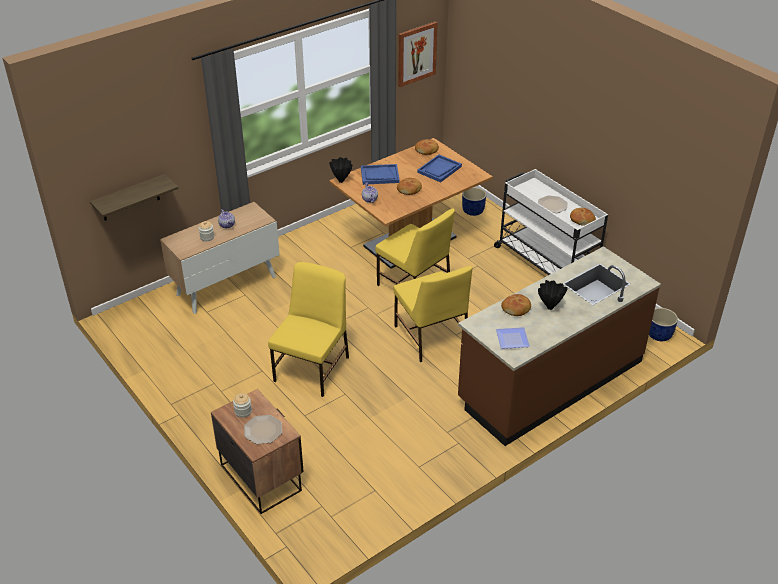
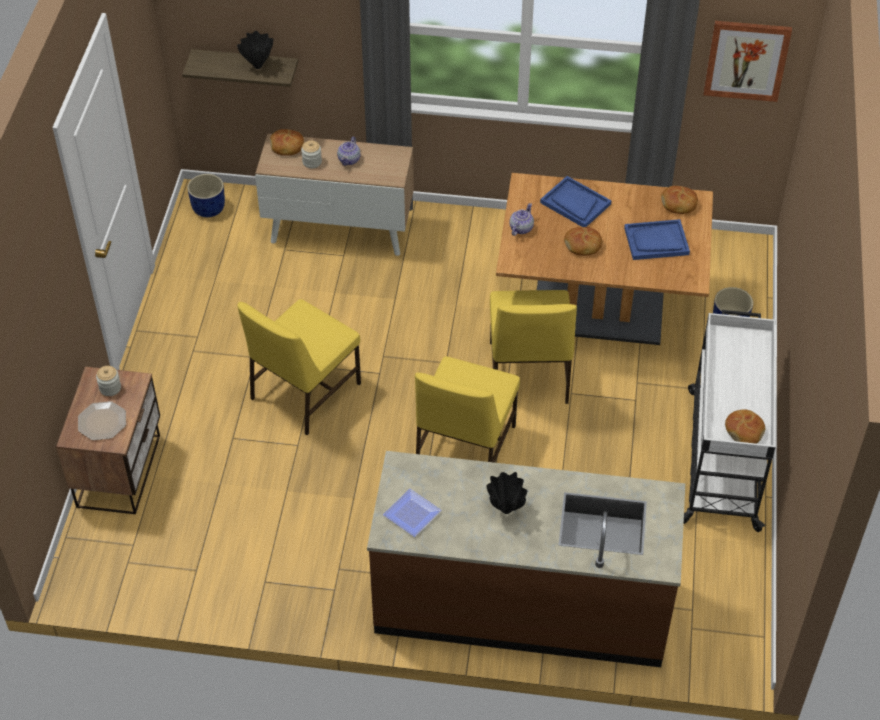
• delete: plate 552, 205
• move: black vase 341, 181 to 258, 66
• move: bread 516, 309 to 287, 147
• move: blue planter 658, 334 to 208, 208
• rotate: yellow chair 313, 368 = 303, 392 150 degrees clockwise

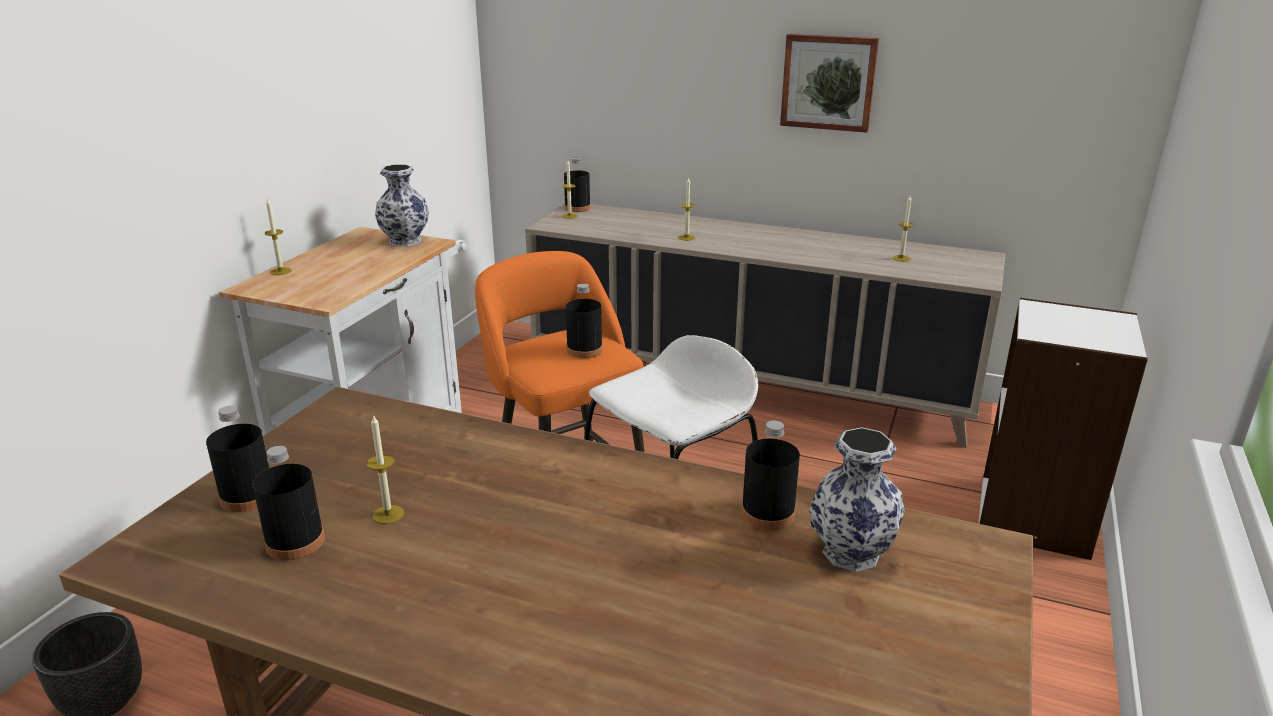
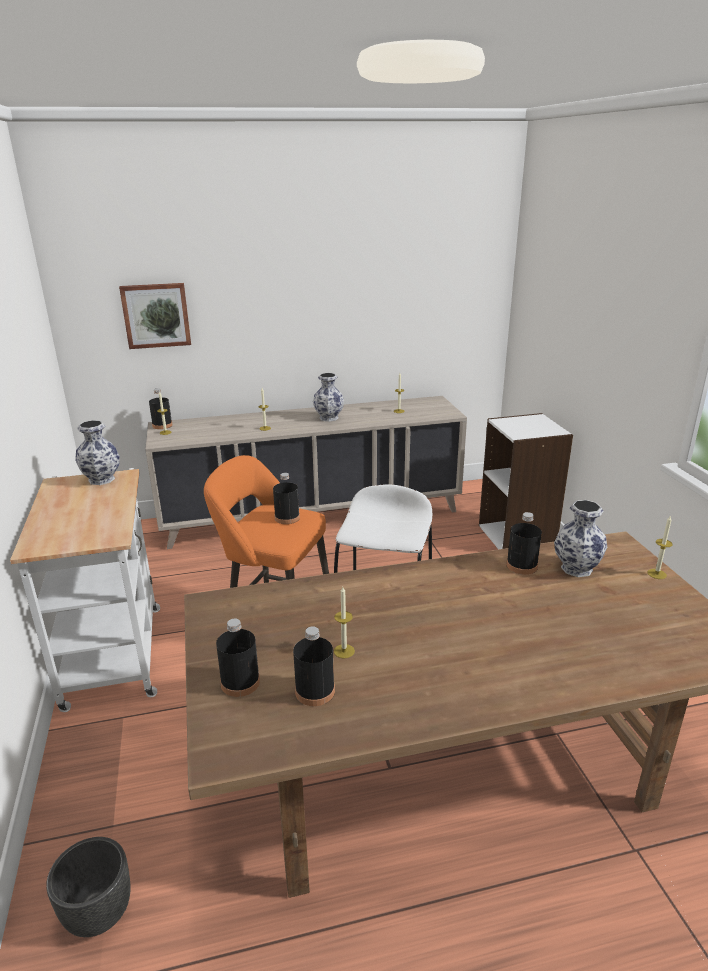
• insert: vase 328, 418
• move: candle 281, 271 to 656, 574
• move: picture 828, 82 to 156, 315

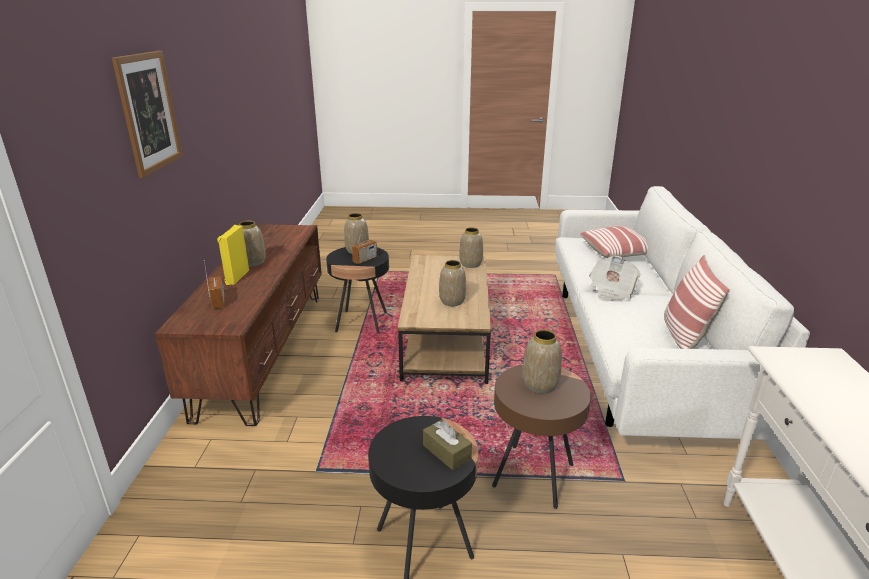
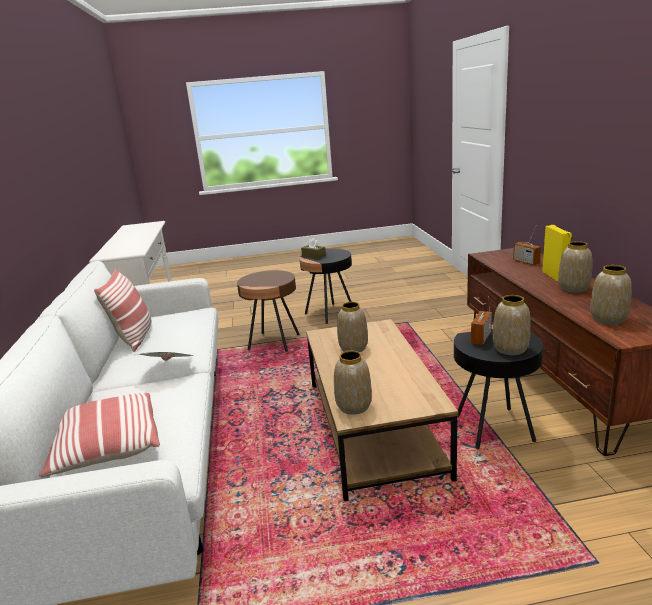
• delete: picture 149, 112
• move: vase 540, 385 to 608, 319

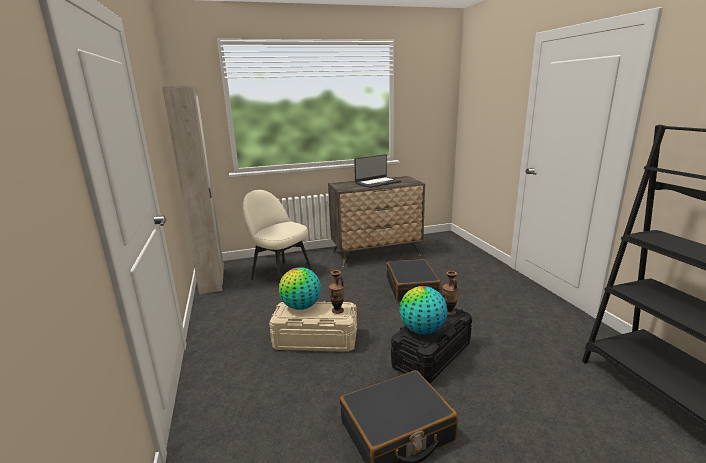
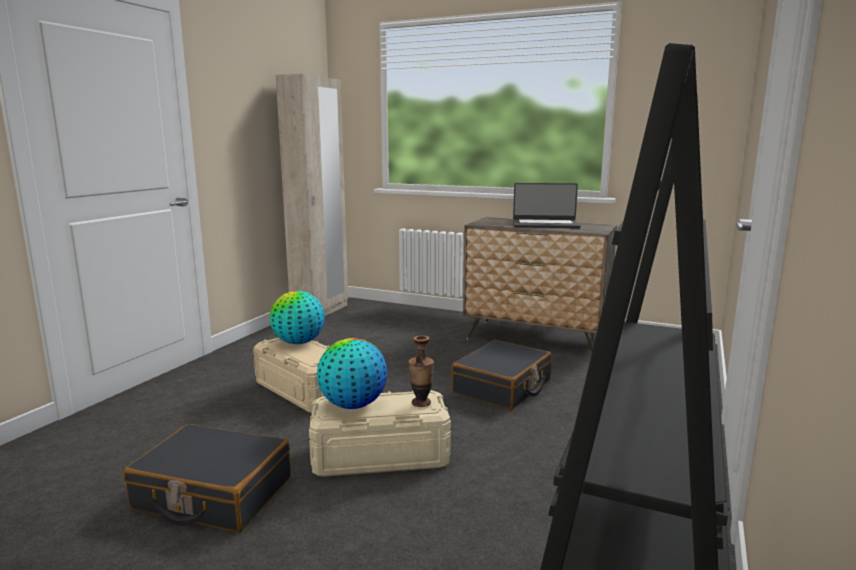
• delete: beige chair 280, 274
• delete: vase 337, 310
• recolor: black storage box 432, 355 to beige storage box 380, 456

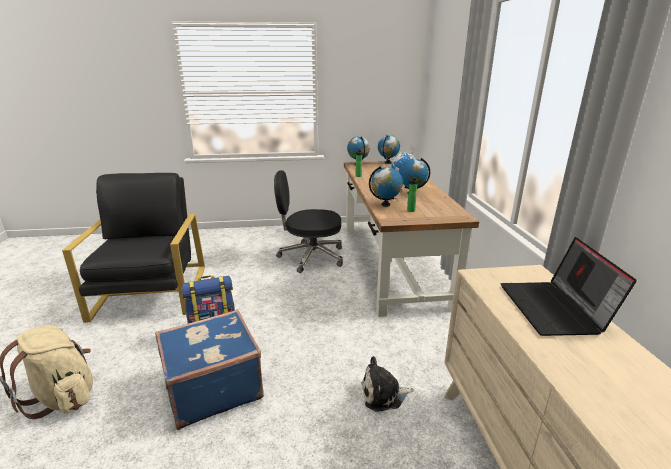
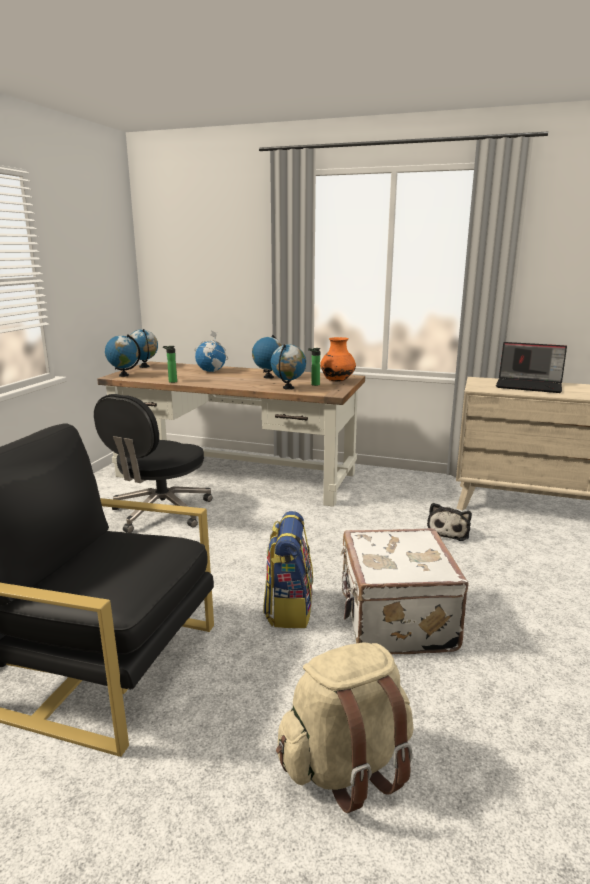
• insert: orange vase 337, 381
• recolor: blue suitcase 212, 387 to white suitcase 394, 621

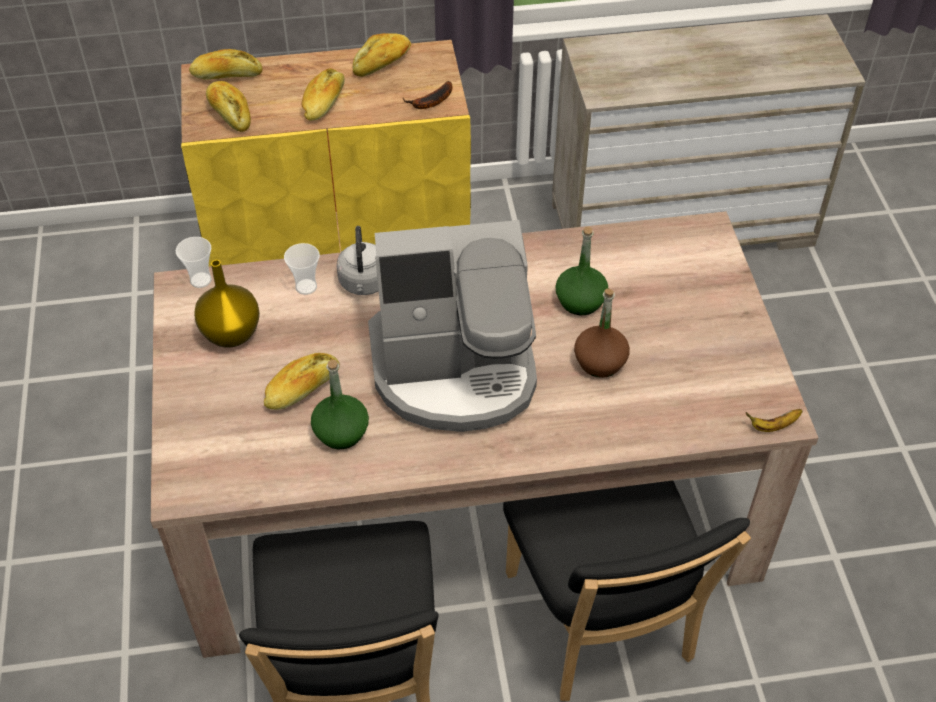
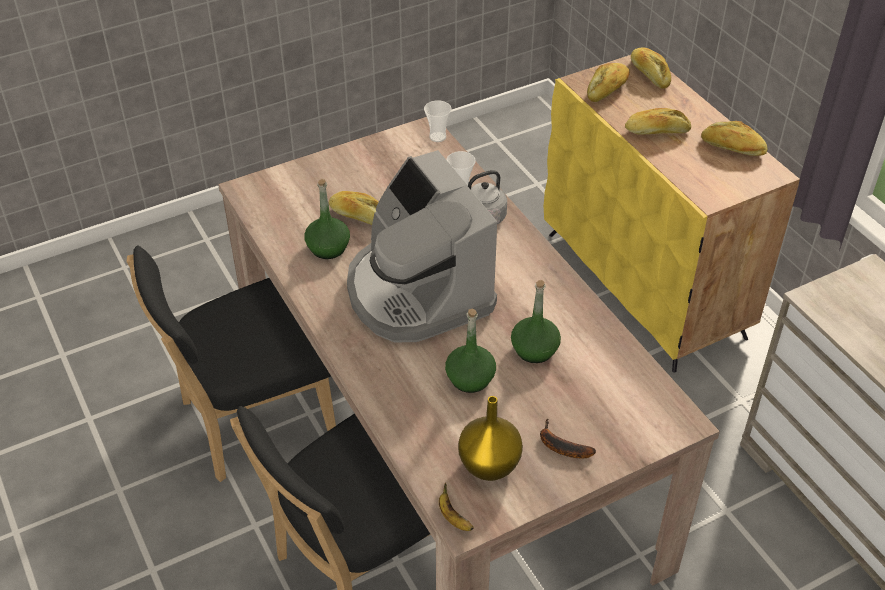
• move: yellow vase 230, 334 to 488, 464
• move: banana 430, 102 to 560, 446
• recolor: brown bottle 600, 362 to green bottle 470, 378

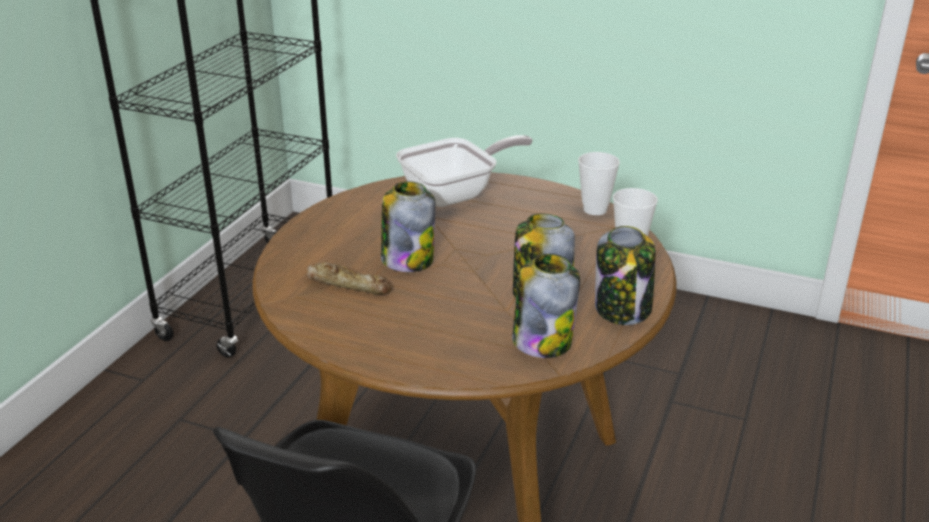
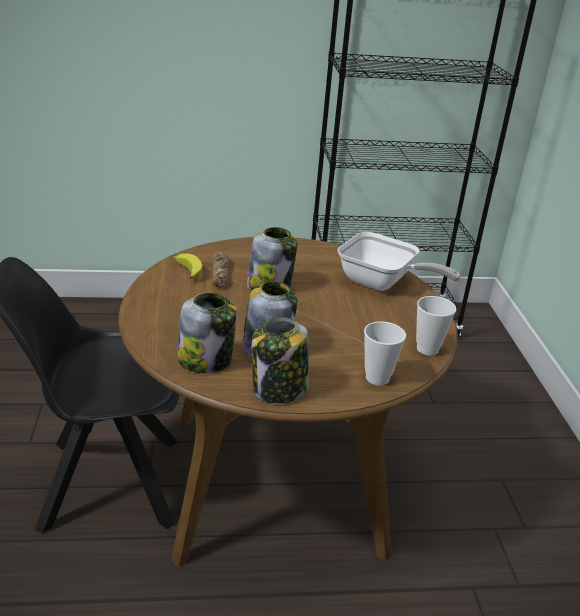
• insert: banana 187, 271

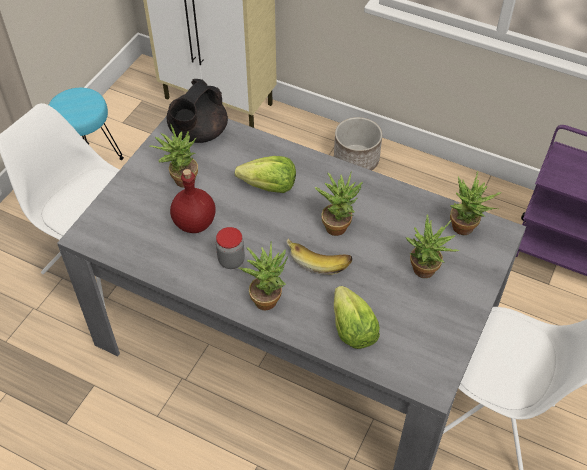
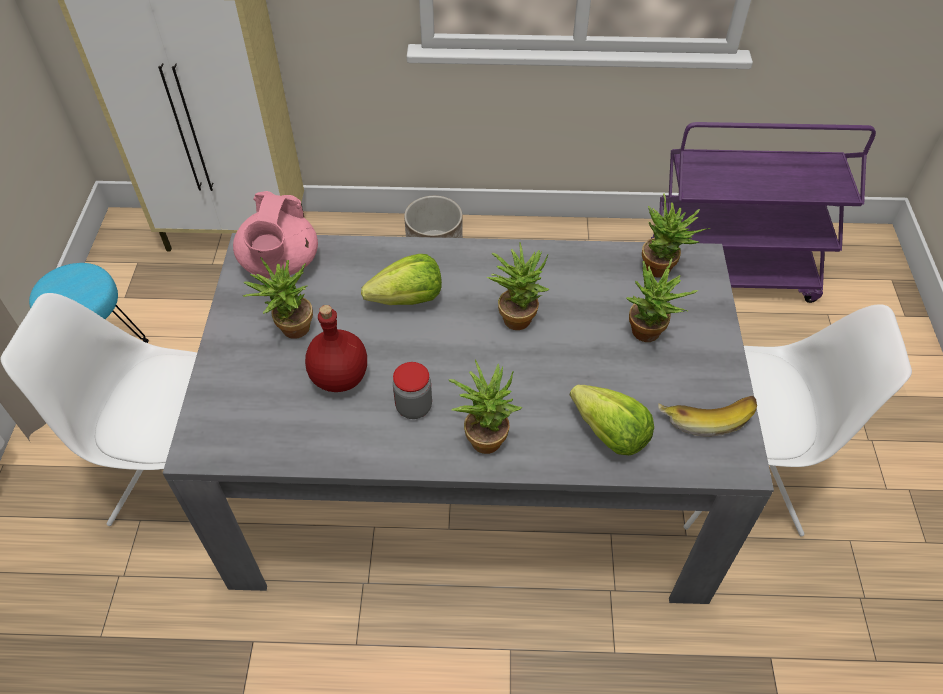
• move: banana 319, 259 to 705, 415
• recolor: black teapot 198, 133 to pink teapot 280, 265

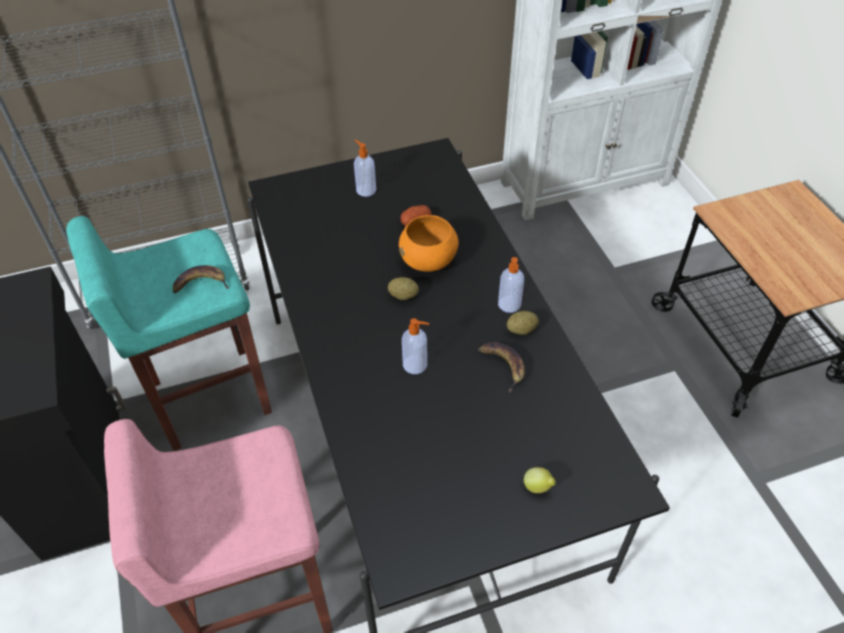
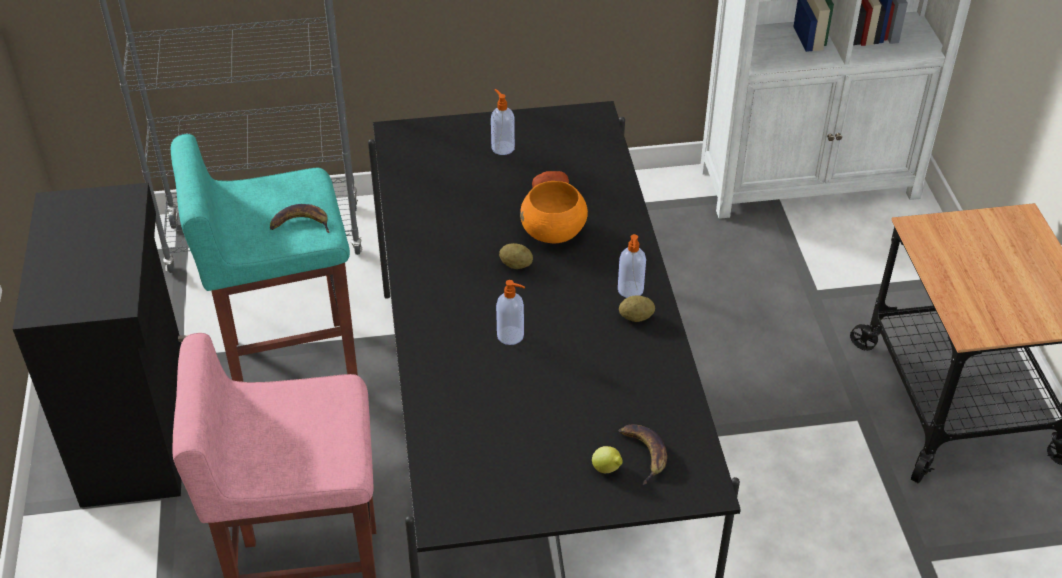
• move: banana 503, 365 to 644, 453

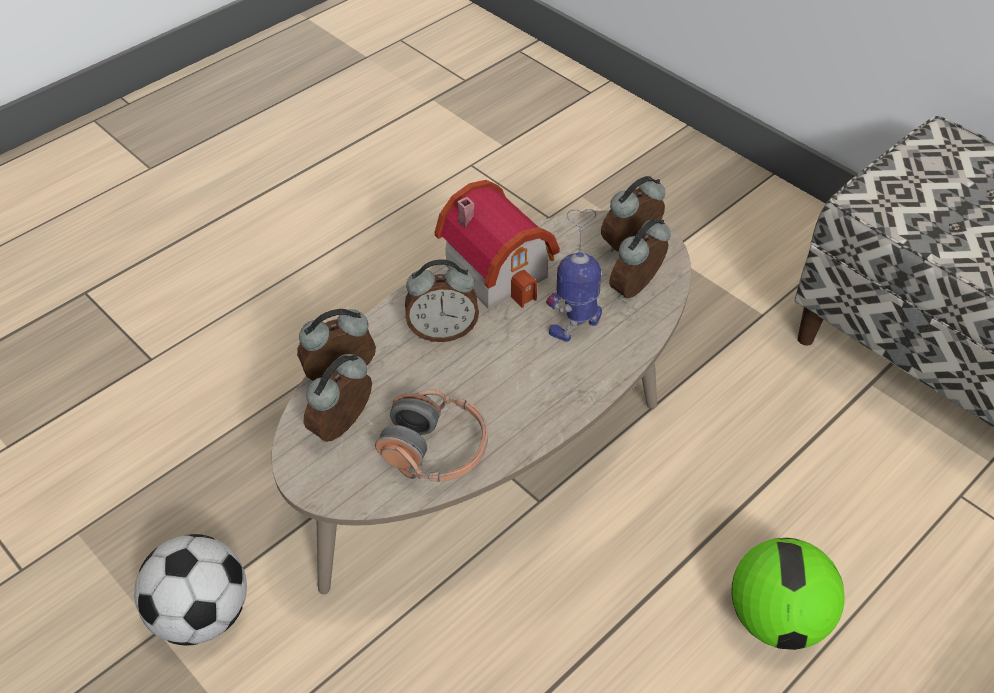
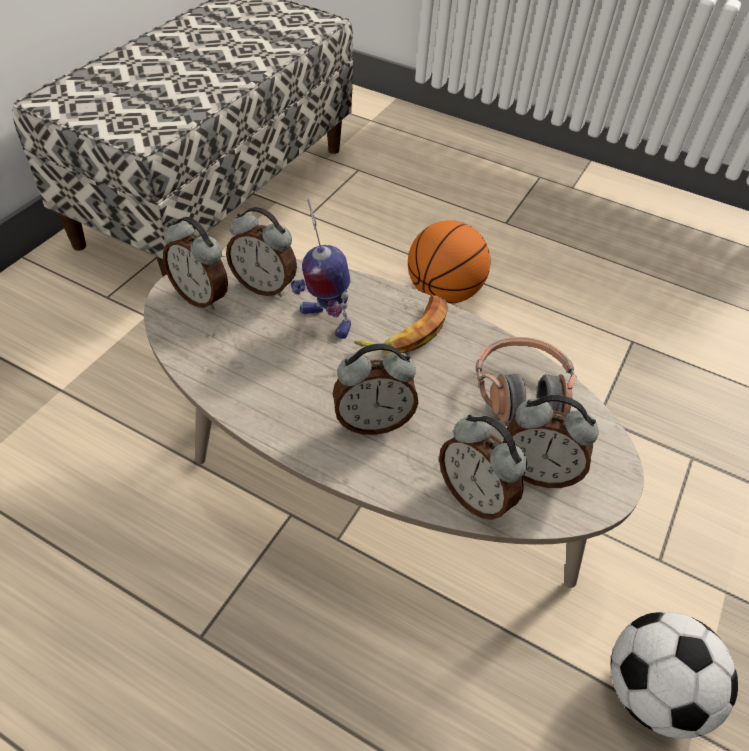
• delete: toy house 500, 267
• insert: banana 407, 331
• replace: football 776, 618 to basketball 443, 293
• rotate: alarm clock 443, 331 = 372, 422 105 degrees clockwise

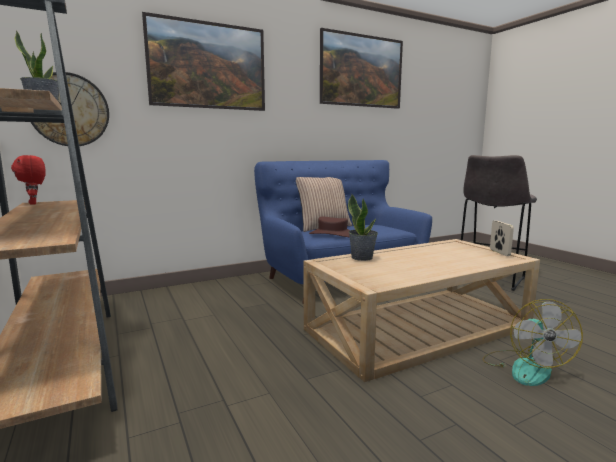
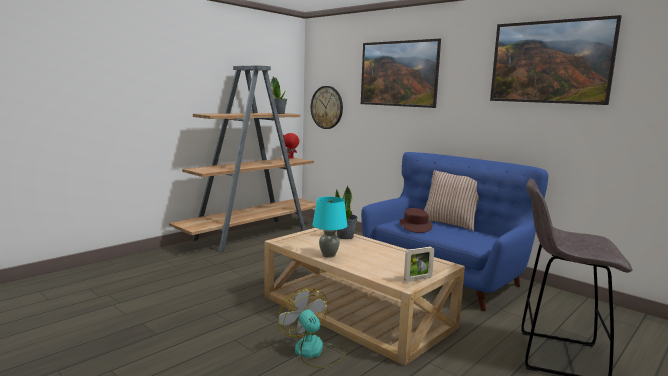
• insert: turquoise table lamp 328, 255
• rotate: fan 524, 367 = 314, 352 75 degrees clockwise

